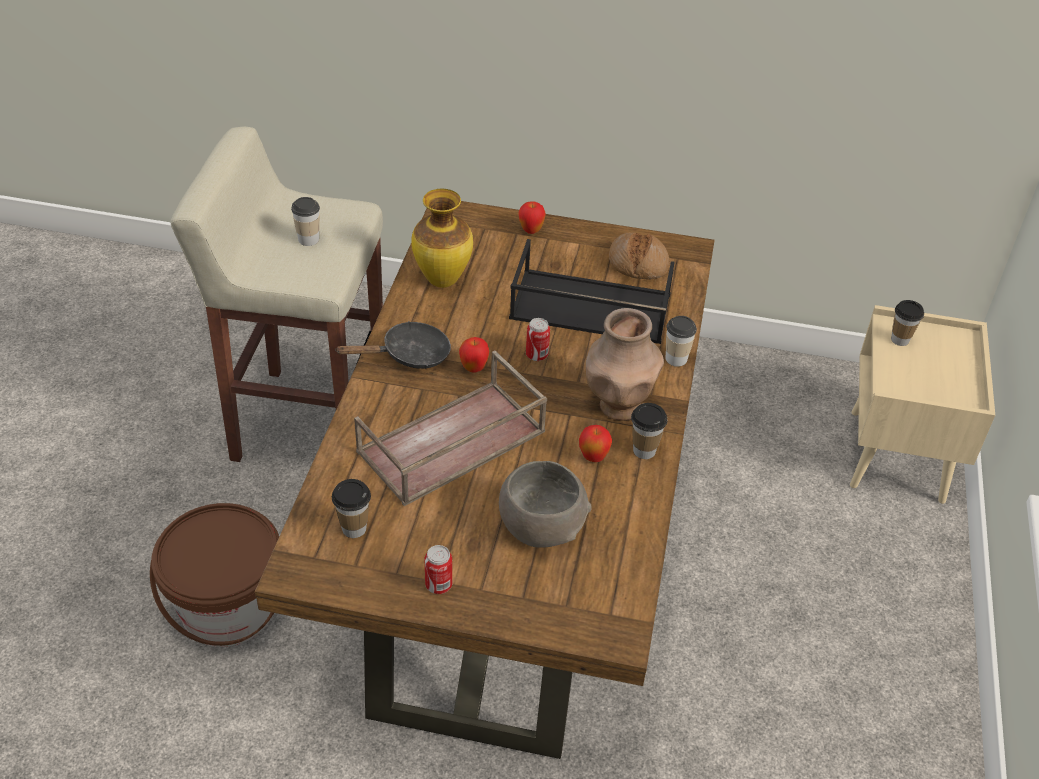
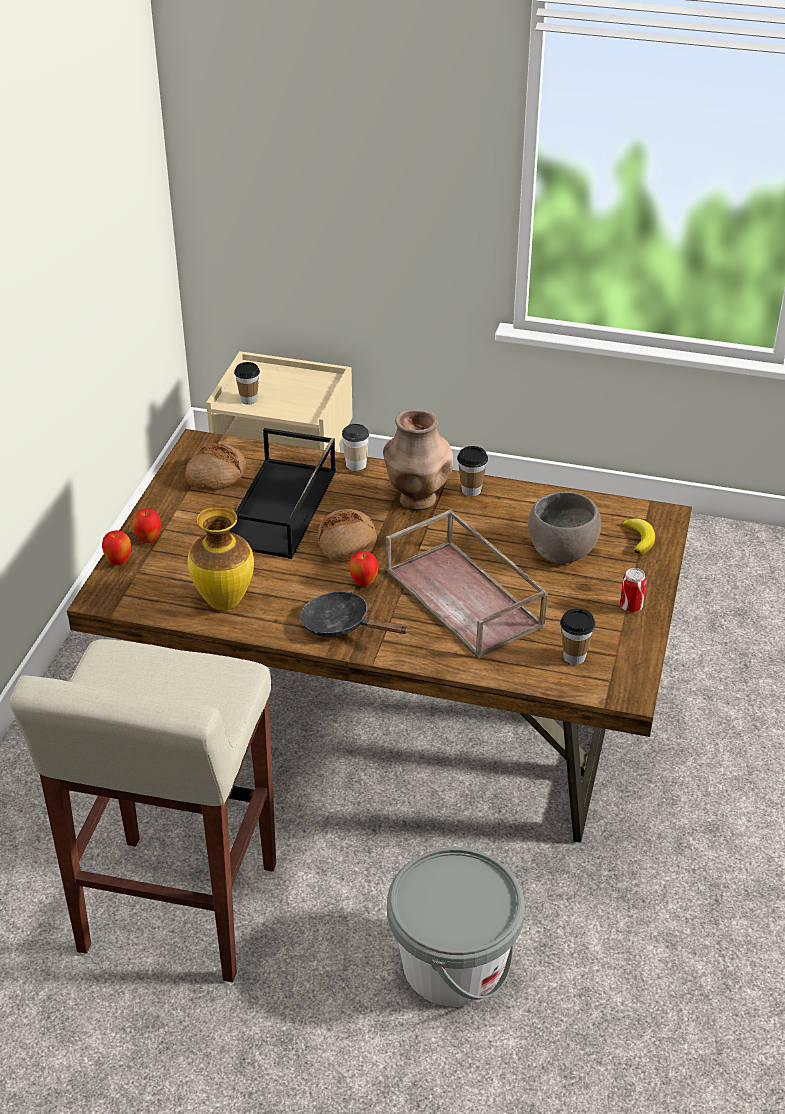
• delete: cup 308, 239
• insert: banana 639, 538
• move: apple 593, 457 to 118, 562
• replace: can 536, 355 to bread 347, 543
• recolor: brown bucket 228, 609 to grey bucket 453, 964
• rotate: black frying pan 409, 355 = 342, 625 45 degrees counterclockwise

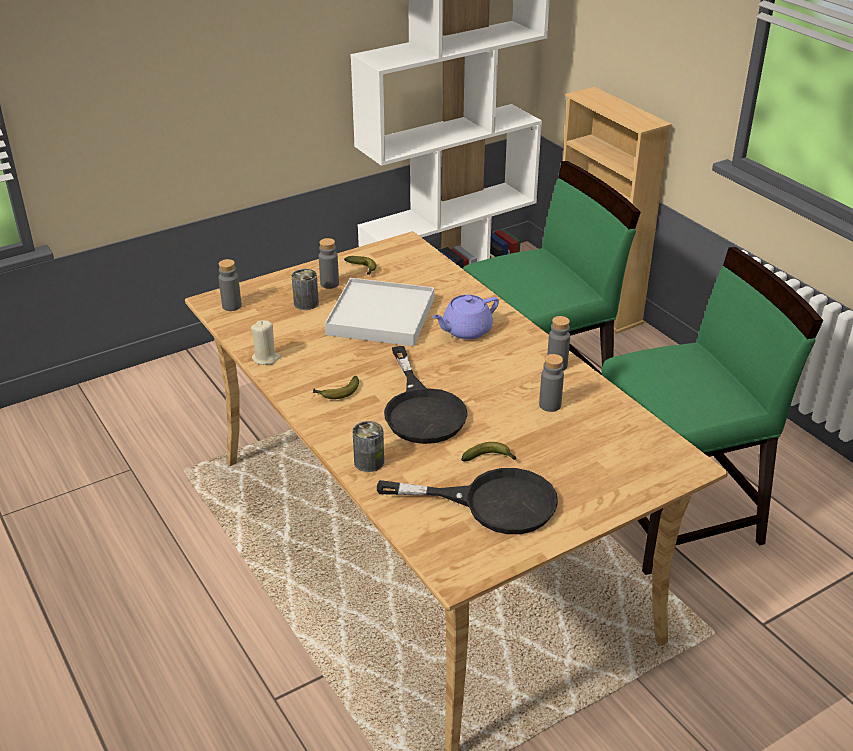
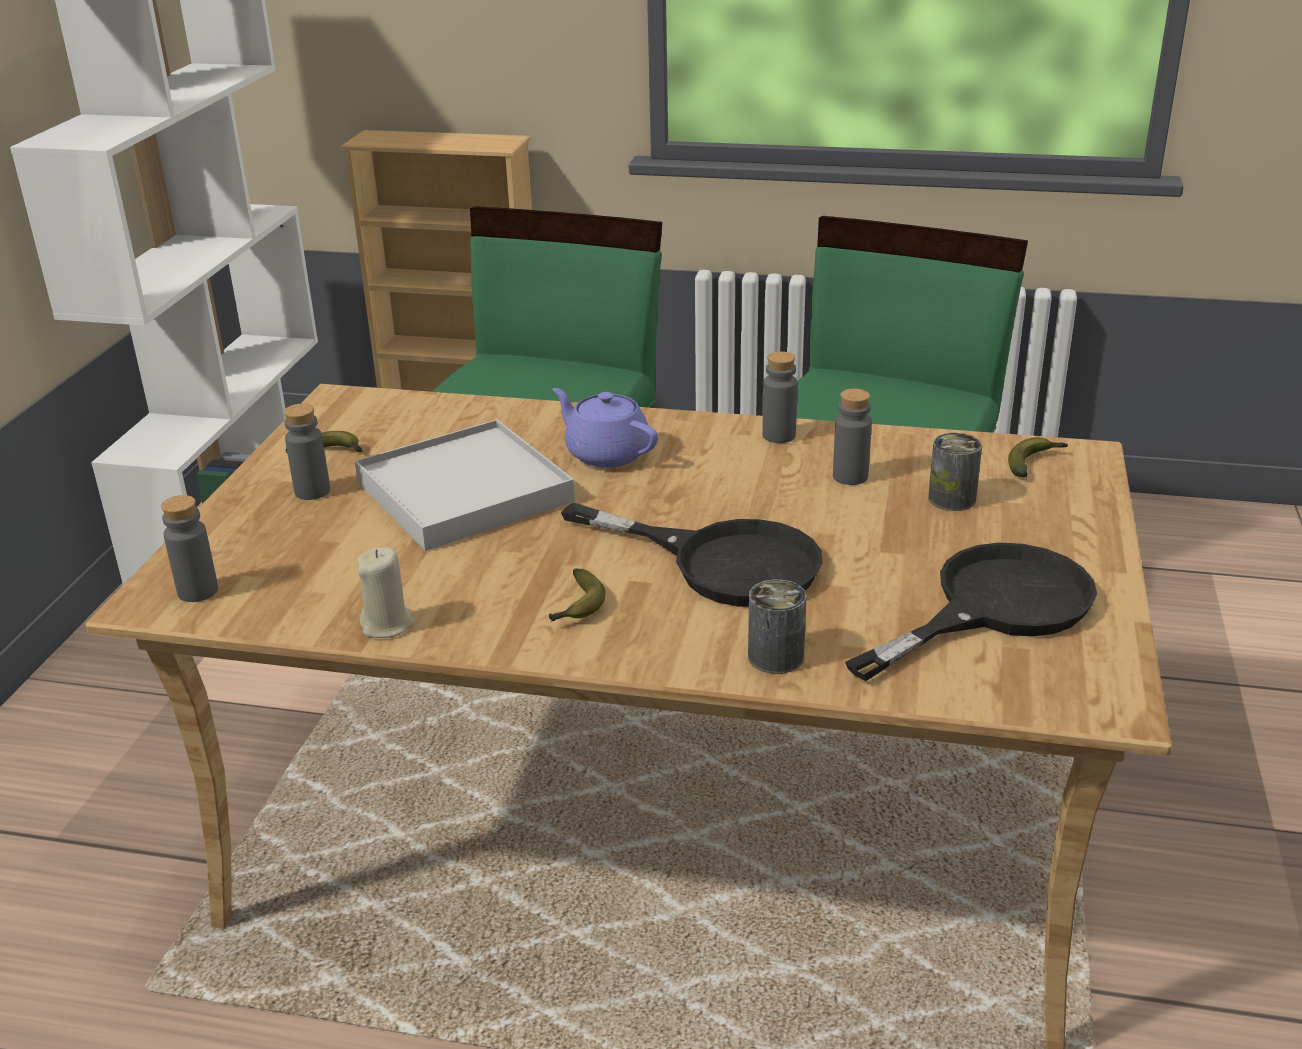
• move: can 306, 303 to 952, 499
• move: banana 490, 458 to 1034, 463
• rotate: purple teapot 465, 330 = 606, 453 120 degrees clockwise

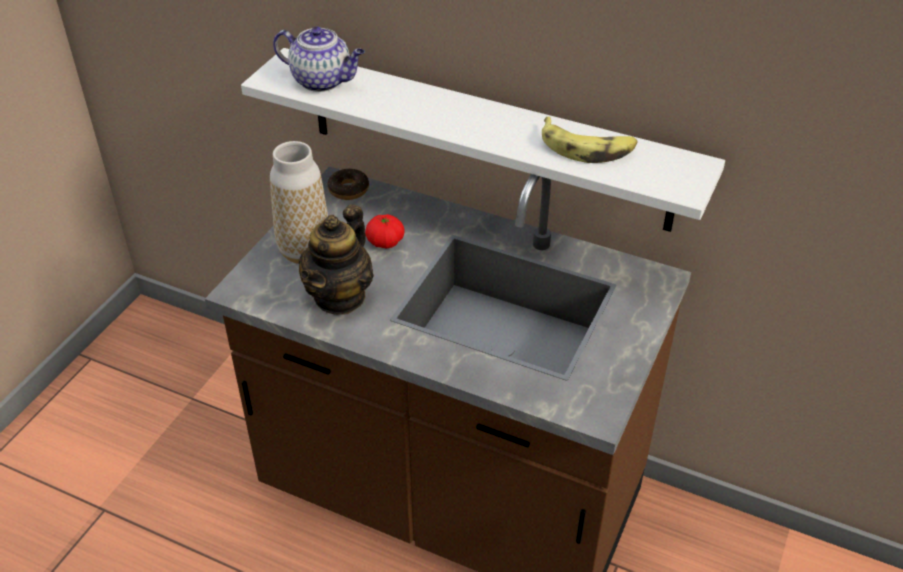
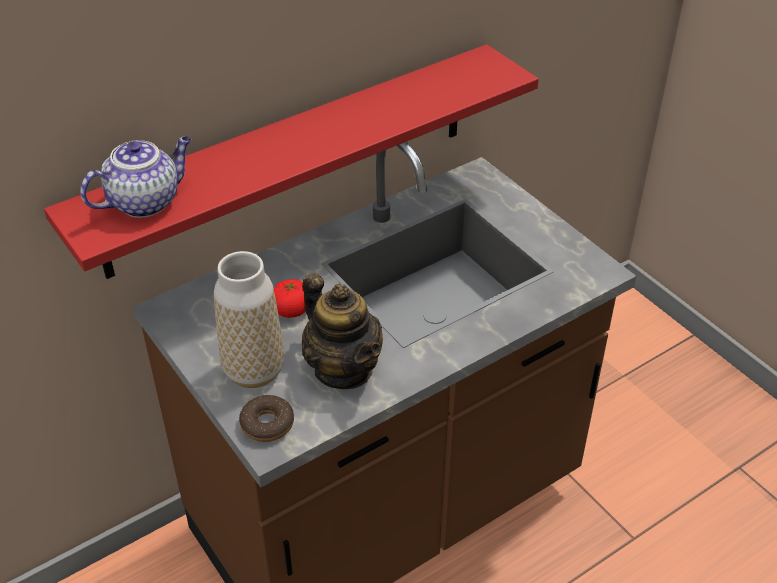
• delete: banana 587, 148
• move: donut 348, 189 to 267, 424
• recolor: white shelf 487, 139 to red shelf 291, 159

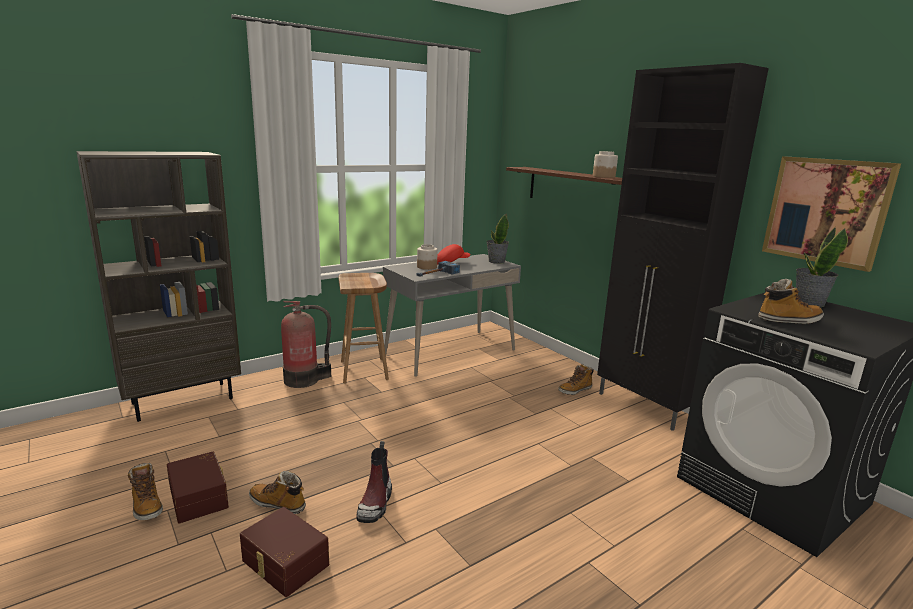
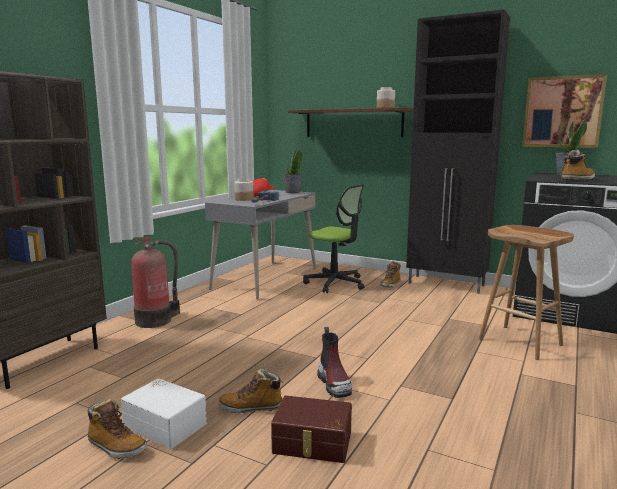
• insert: office chair 335, 283
• move: brown stool 364, 370 to 521, 342
• recolor: brown storage box 200, 496 to white storage box 166, 424

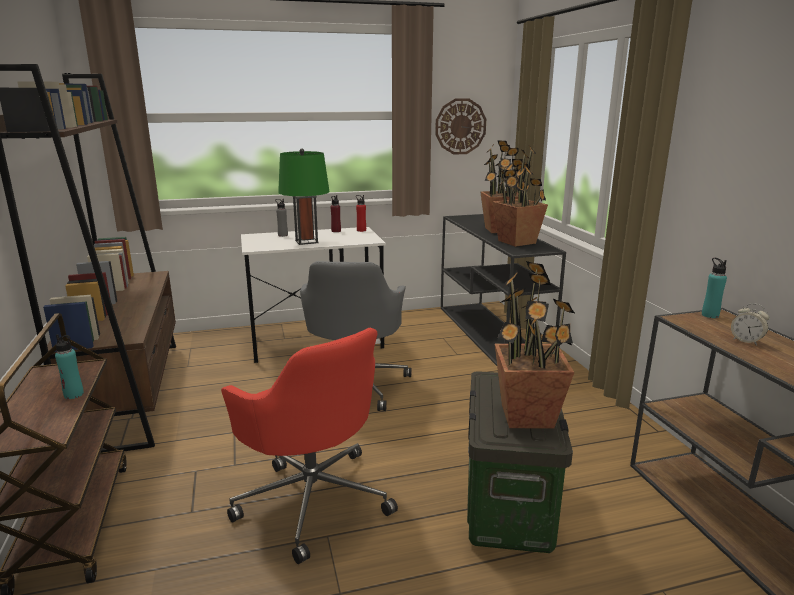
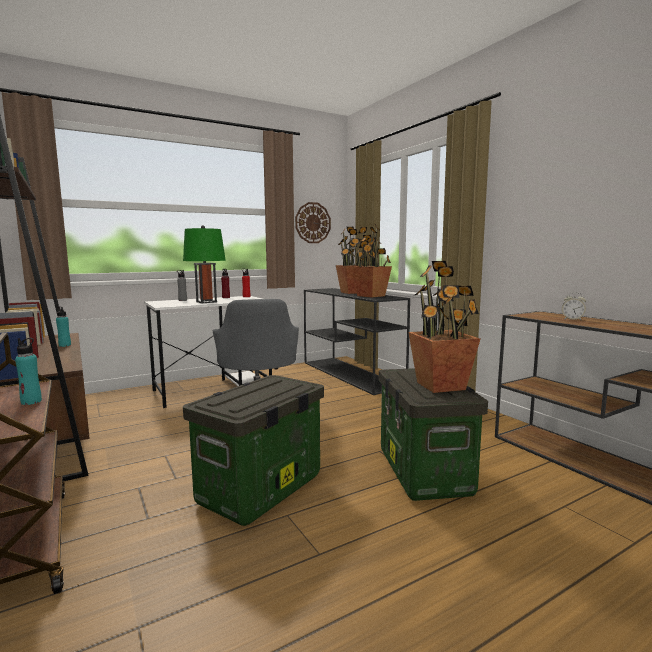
• move: turquoise bottle 710, 315 to 65, 345
• replace: red office chair 313, 498 to storage box 260, 490

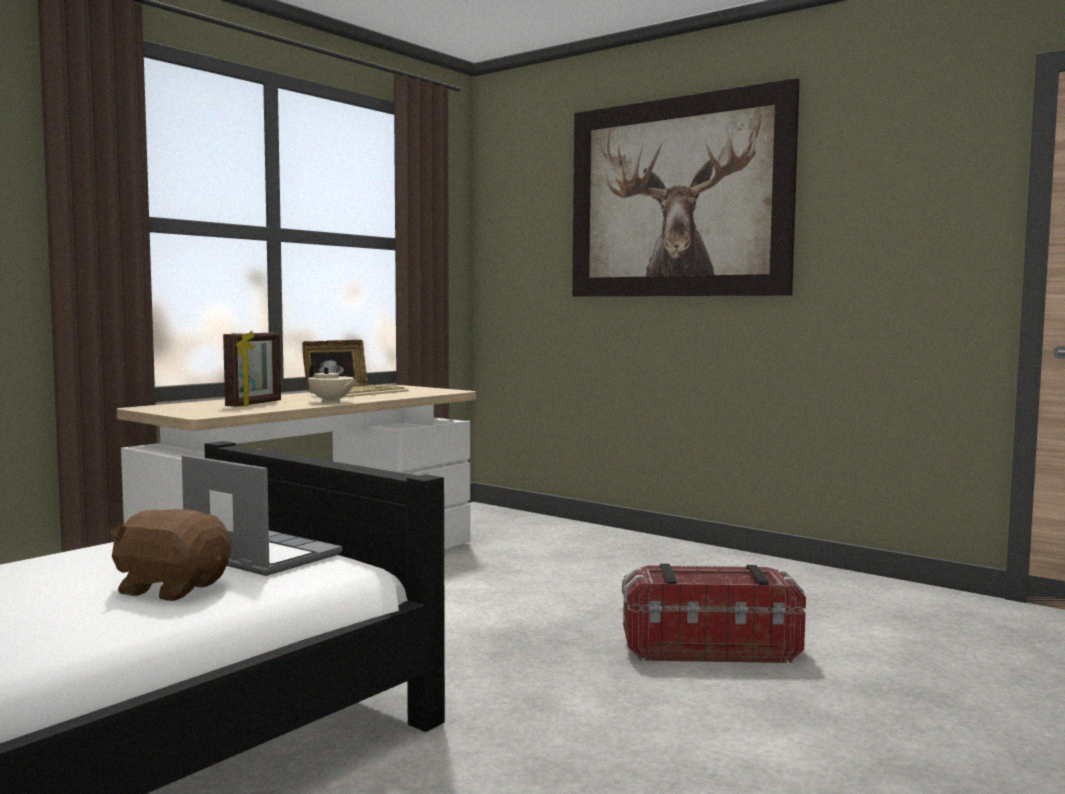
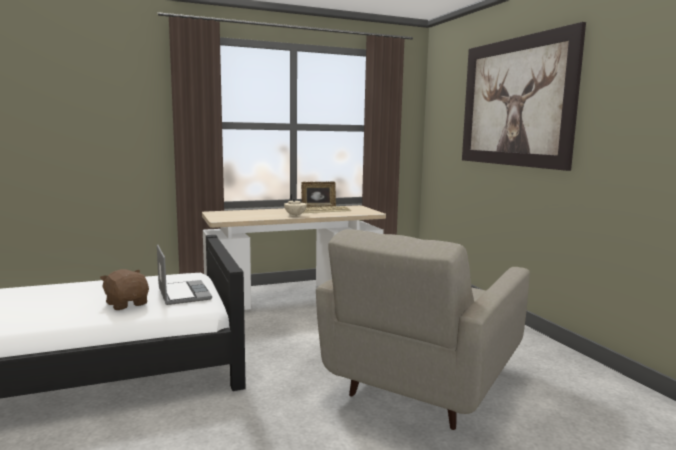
• delete: picture frame 255, 404
• replace: storage box 709, 648 to beige armchair 422, 385

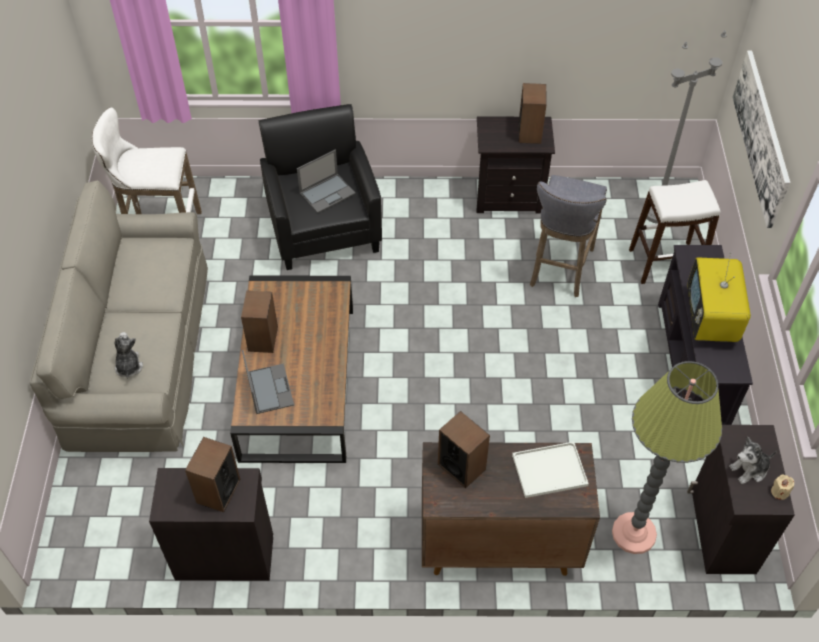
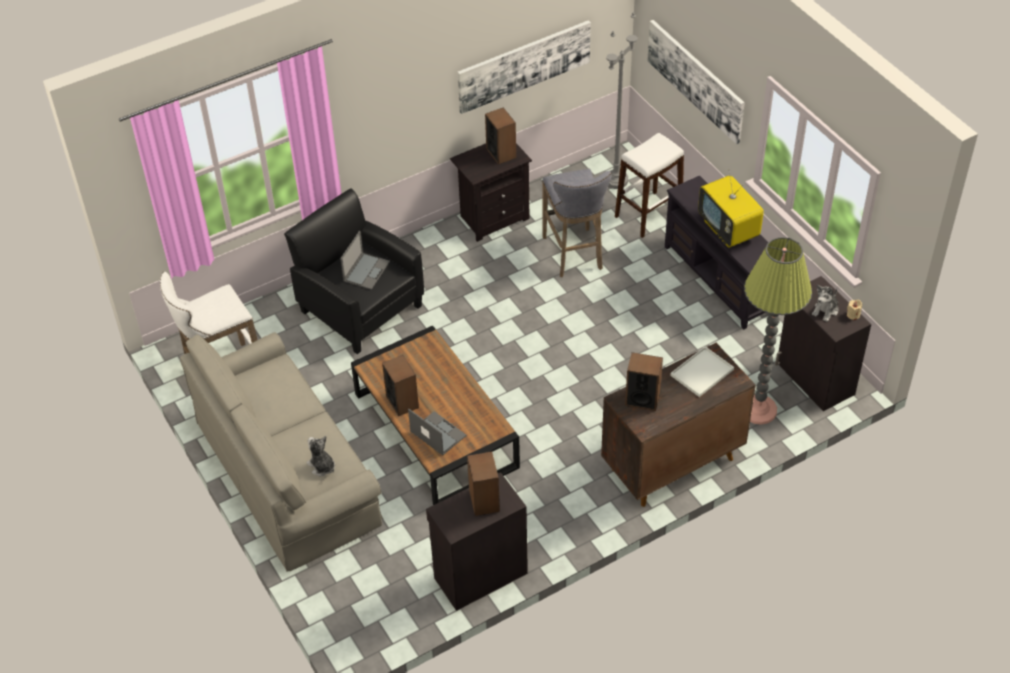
• insert: picture 524, 65

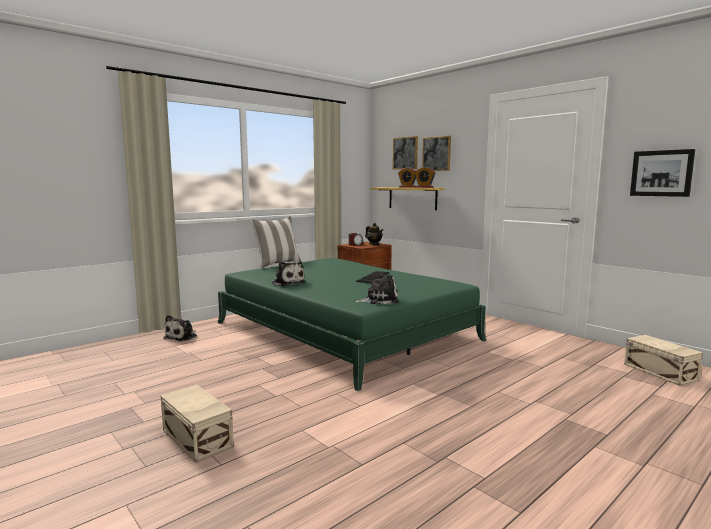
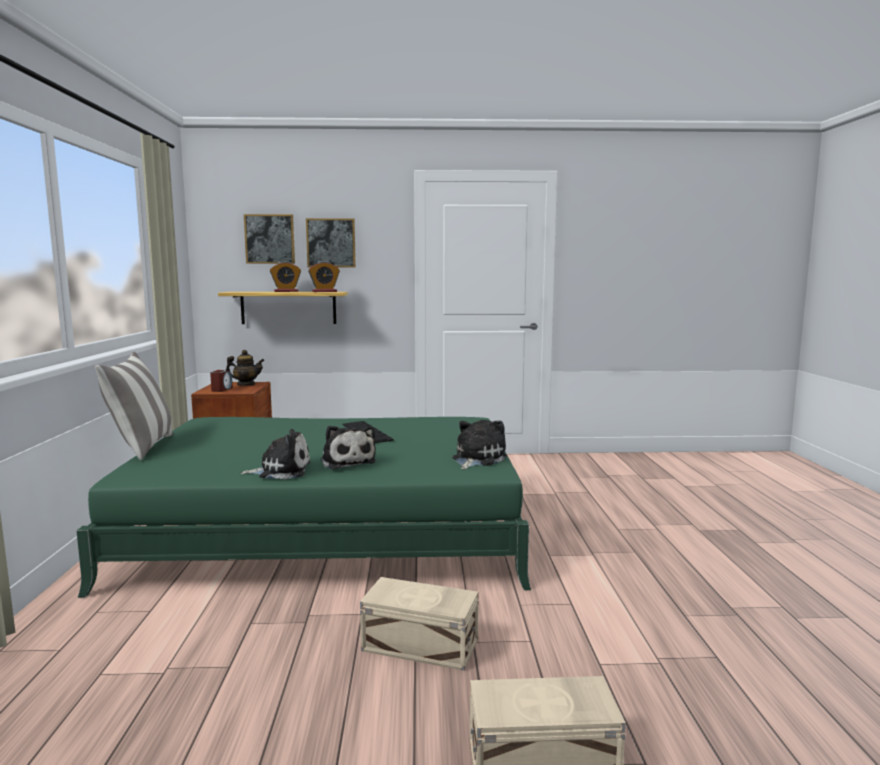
• delete: picture 661, 173
• move: plush toy 182, 337 to 347, 461
• move: beige storage box 660, 372 to 421, 646

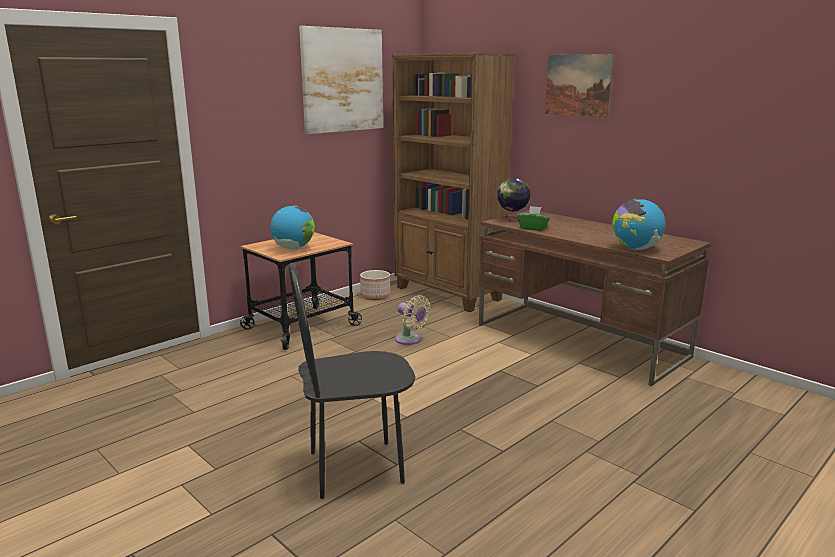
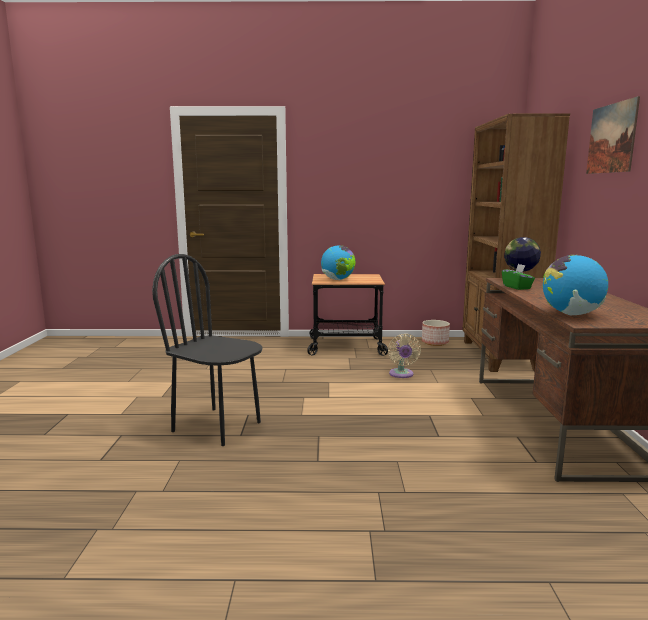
• delete: picture 342, 80

